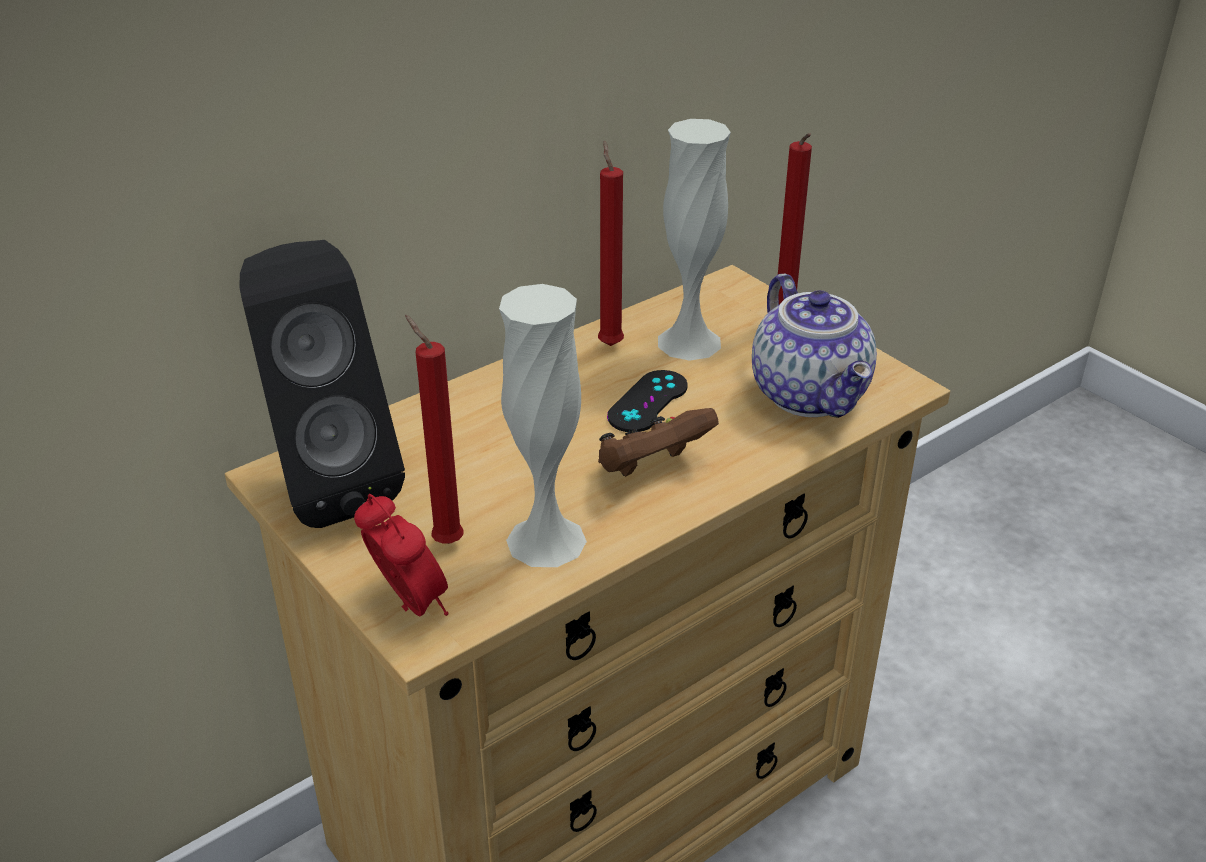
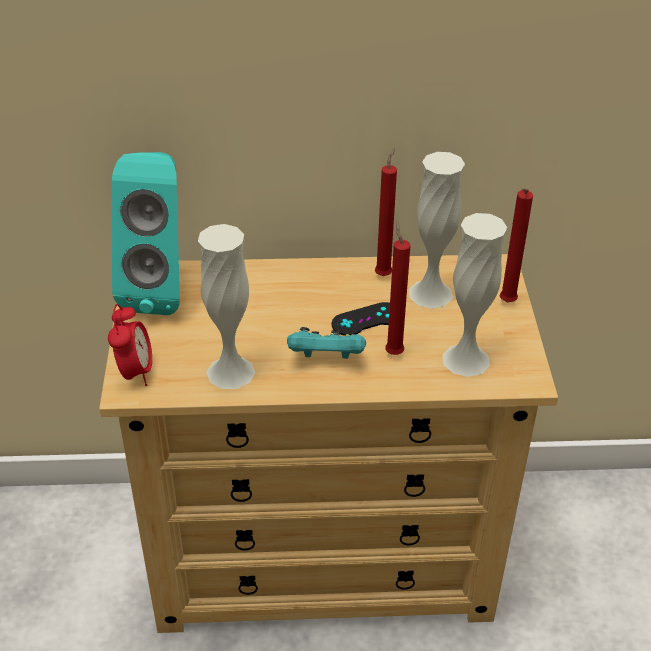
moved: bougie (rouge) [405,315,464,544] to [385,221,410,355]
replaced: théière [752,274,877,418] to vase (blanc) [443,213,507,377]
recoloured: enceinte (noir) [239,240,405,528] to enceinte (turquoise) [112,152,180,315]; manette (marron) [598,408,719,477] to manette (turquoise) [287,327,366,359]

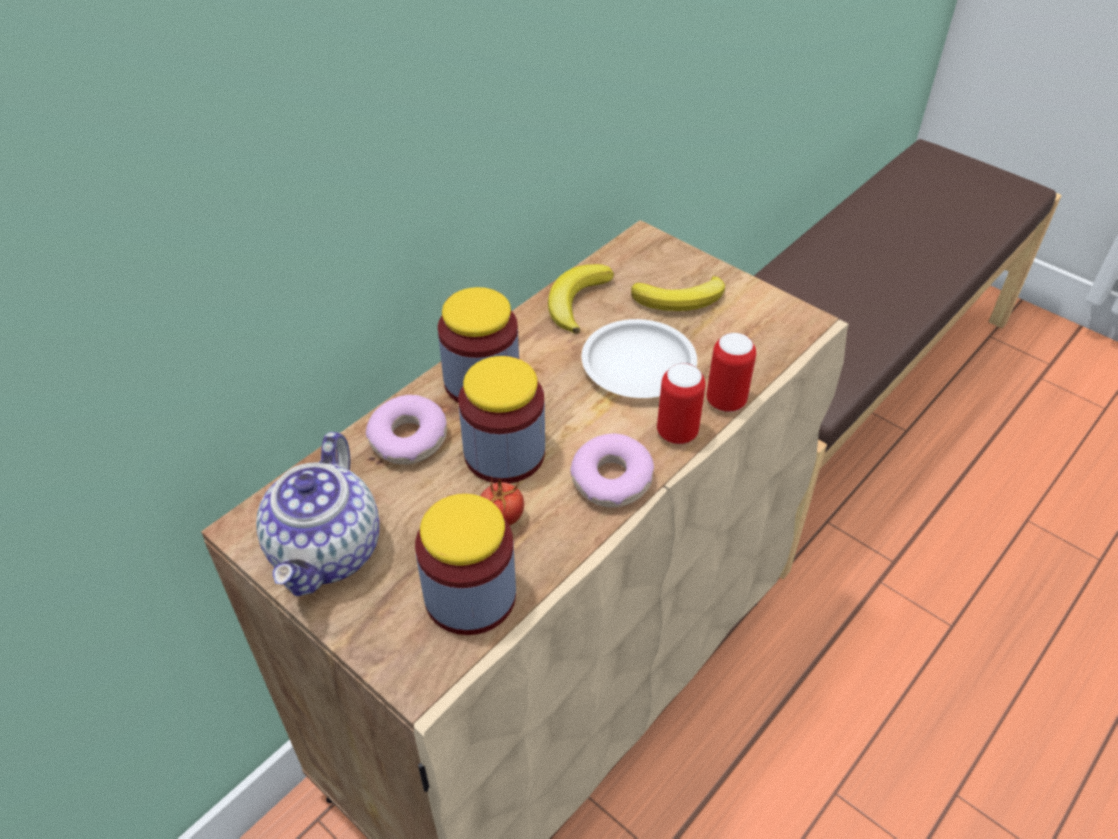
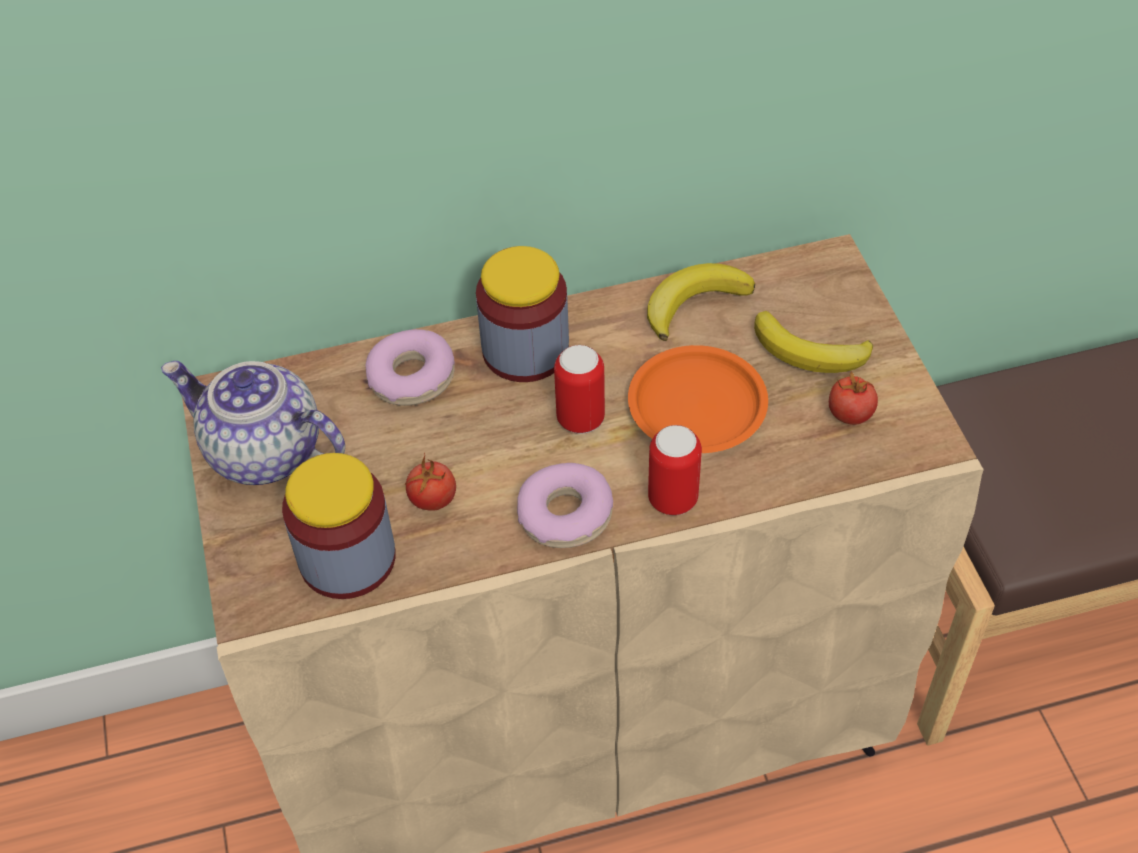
removed: bocal [458,356,545,484]
added: tomate [829,372,878,425]
moved: boîte métallique [706,333,756,412] to [554,345,605,434]
recoloured: assiette (blanc) [581,319,697,398] to assiette (orange) [628,345,768,453]
turned: théière [256,432,380,596] = [161,361,345,485] 75 degrees clockwise

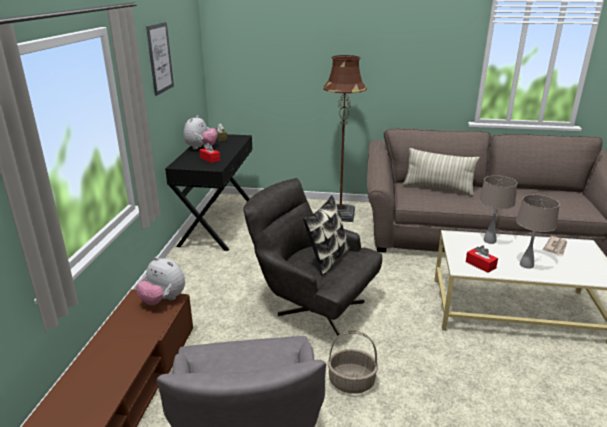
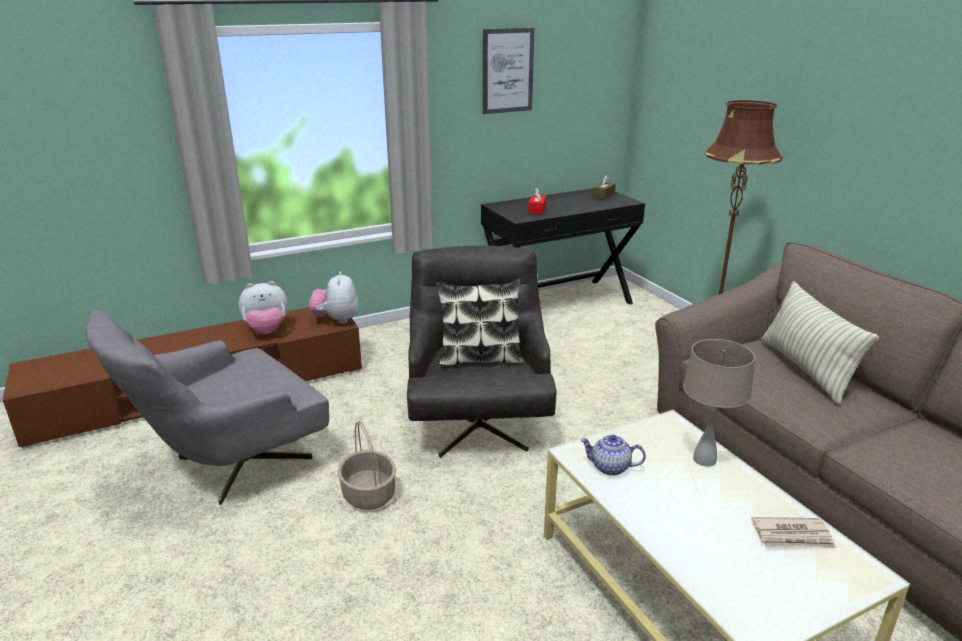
removed: lampe de table (beige) [516,194,560,269]
moved: peluche [184,115,217,149] to [239,281,288,334]
replaced: boîte à mouchoirs (rouge) [466,245,498,273] to théière [580,435,646,476]

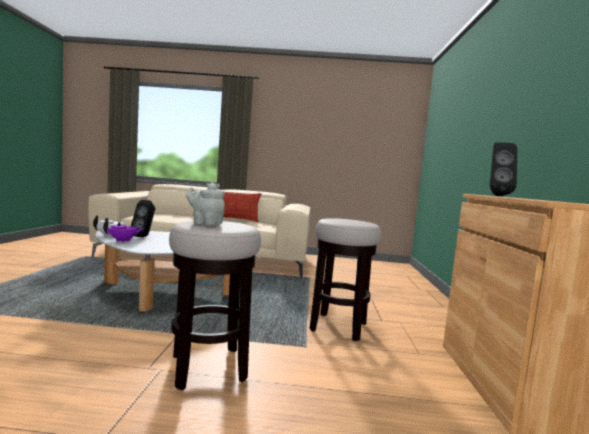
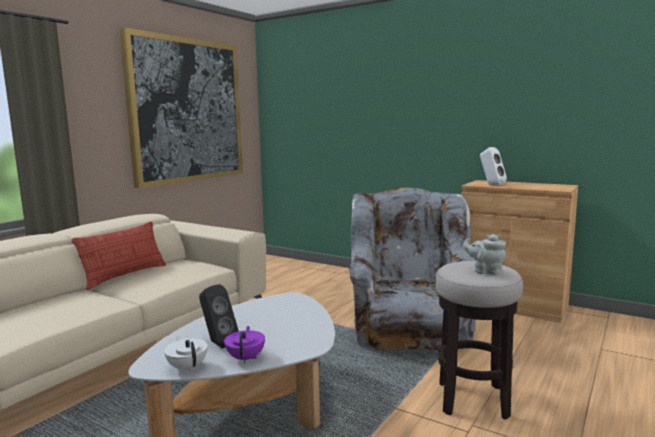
added: tableau [119,27,243,188]
replaced: tabouret [309,218,381,341] to fauteuil (gris) [349,188,476,358]
recoloured: enceinte (noir) [490,142,517,196] to enceinte (blanc) [480,147,507,185]
turned: théière (gris) [186,182,225,226] = [463,234,507,275] 60 degrees clockwise

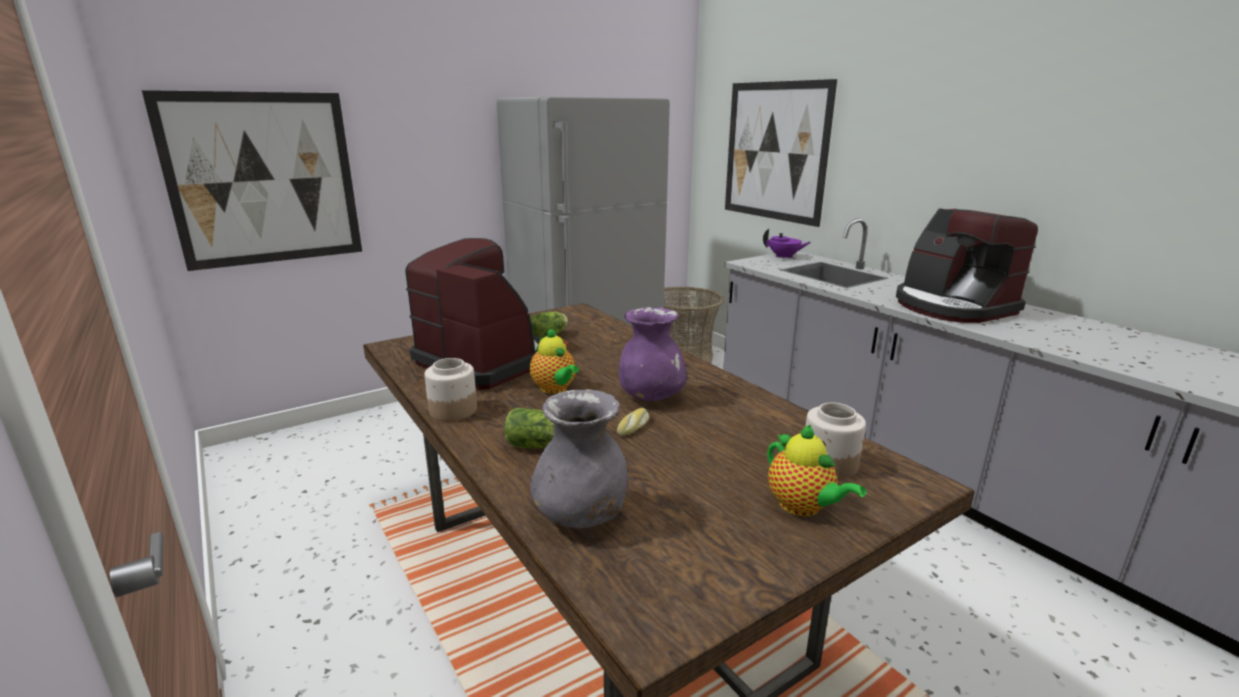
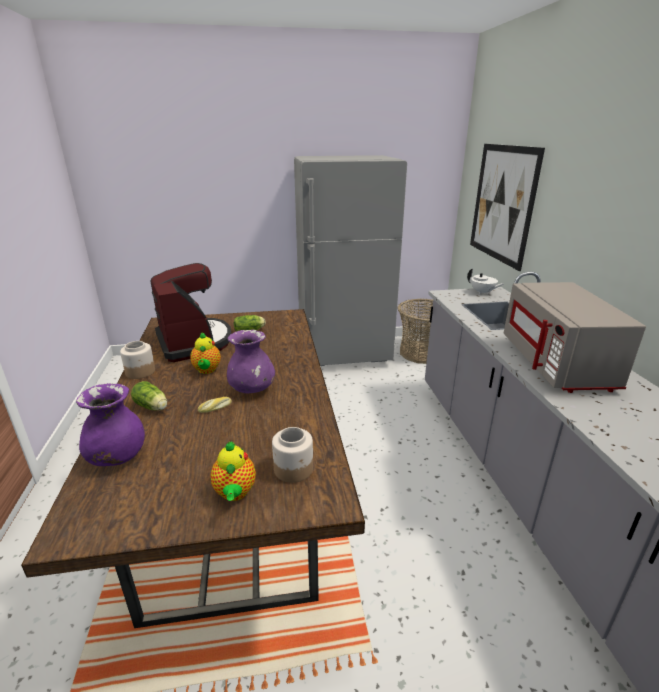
removed: tableau [142,90,362,271]
replaced: machine à café [896,209,1038,323] to micro-ondes (gris) [503,282,646,393]
recoloured: vase (gris) [530,389,627,528] to vase (violet) [76,383,145,466]; théière (violet) [763,229,811,259] to théière (blanc) [467,268,504,294]

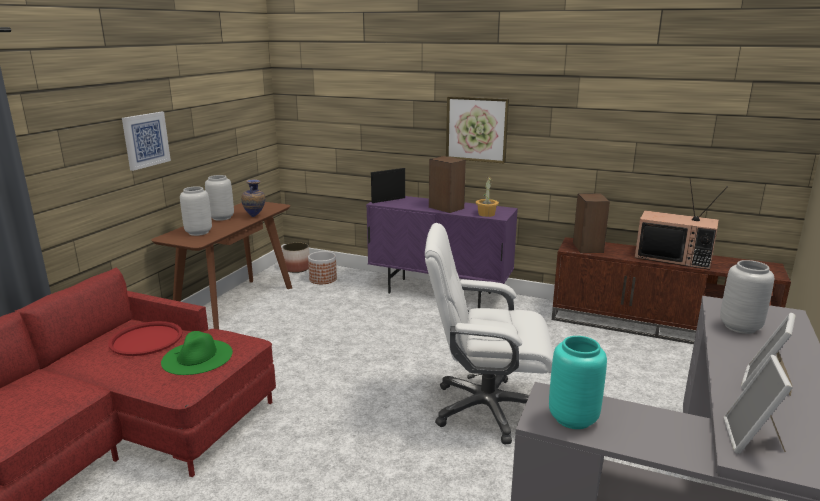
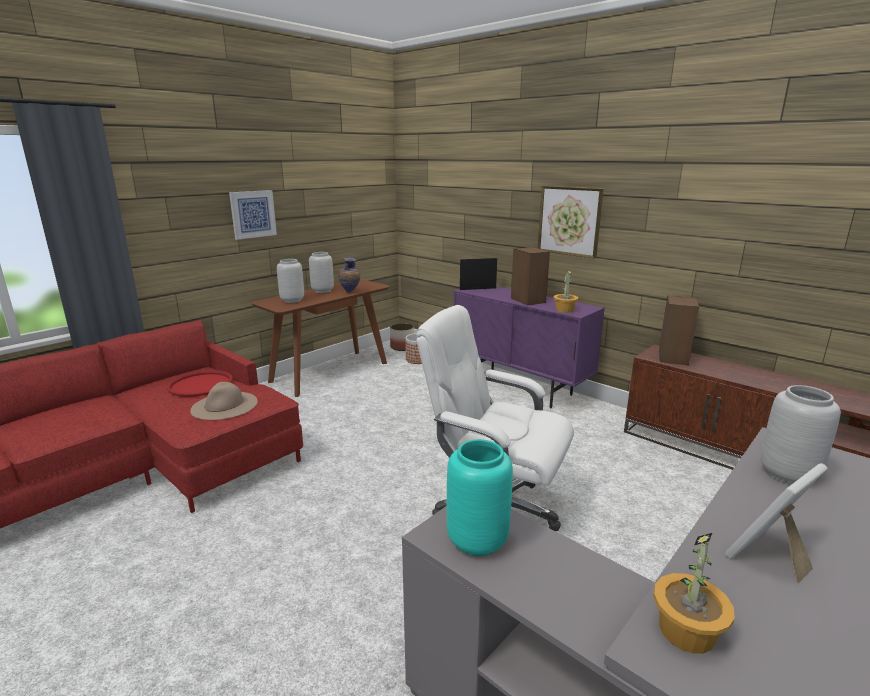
removed: téléviseur [635,178,727,270]
replaced: cadre photo [724,355,793,454] to plante en pot [654,533,735,654]
recoloured: chapeau (vert) [161,331,233,375] to chapeau (beige) [190,382,258,420]

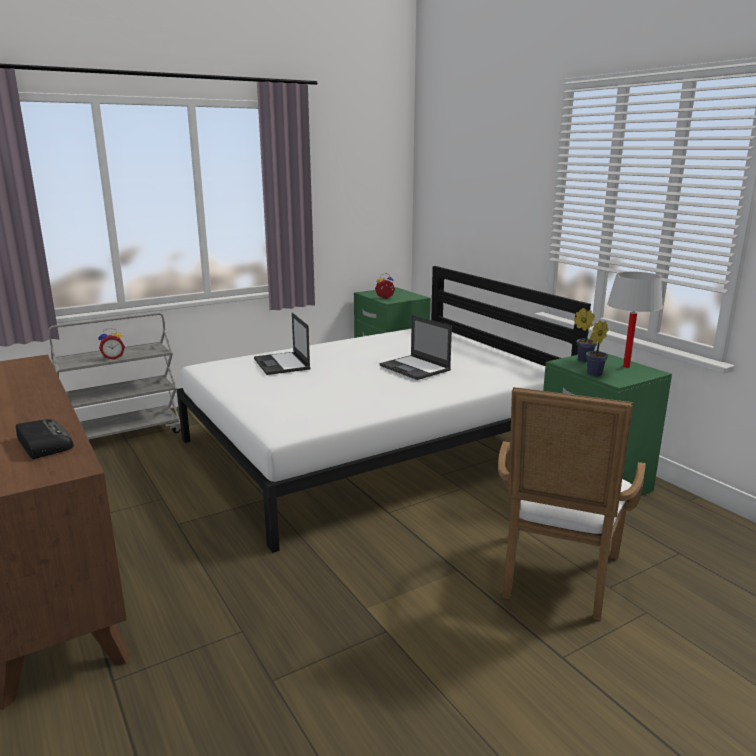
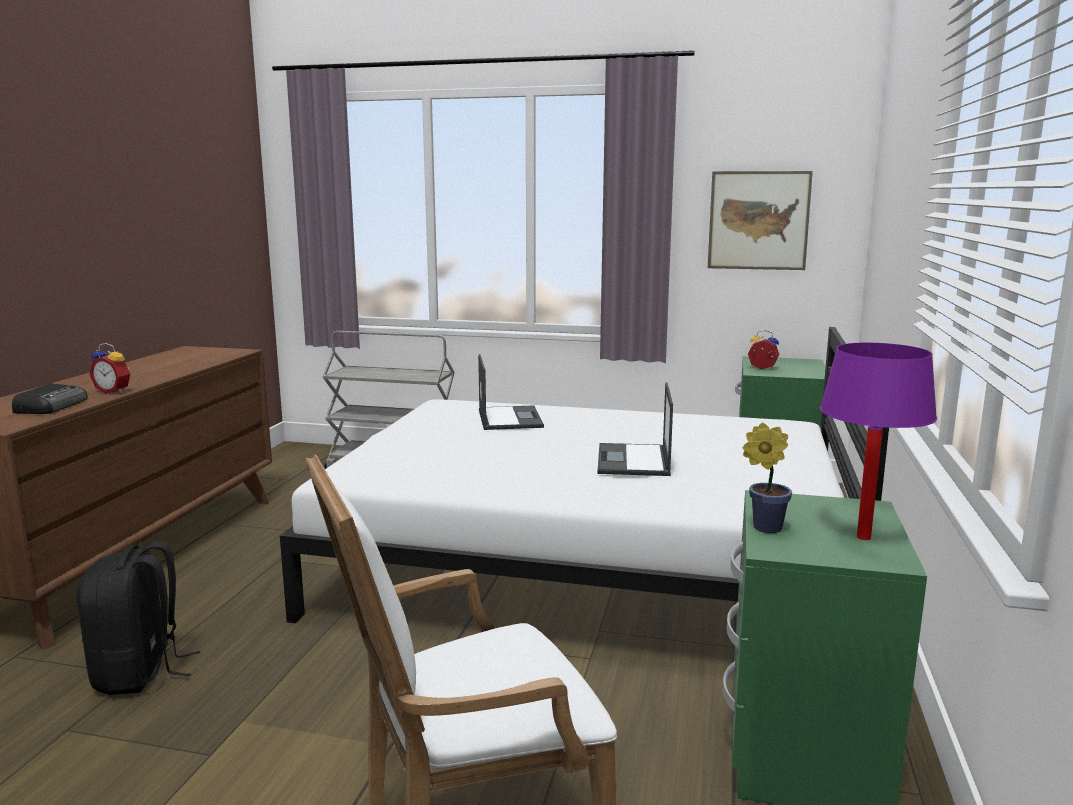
removed: plante en pot [574,308,597,362]
added: sac à dos (noir) [77,541,200,695]; tableau [708,171,813,270]
moved: réveil [99,328,125,360] to [90,343,130,394]
recoloured: lampe de table (blanc) [607,272,663,368] to lampe de table (violet) [820,343,937,540]
turned: ordinateur portable [254,313,311,375] = [478,354,544,430] 150 degrees clockwise

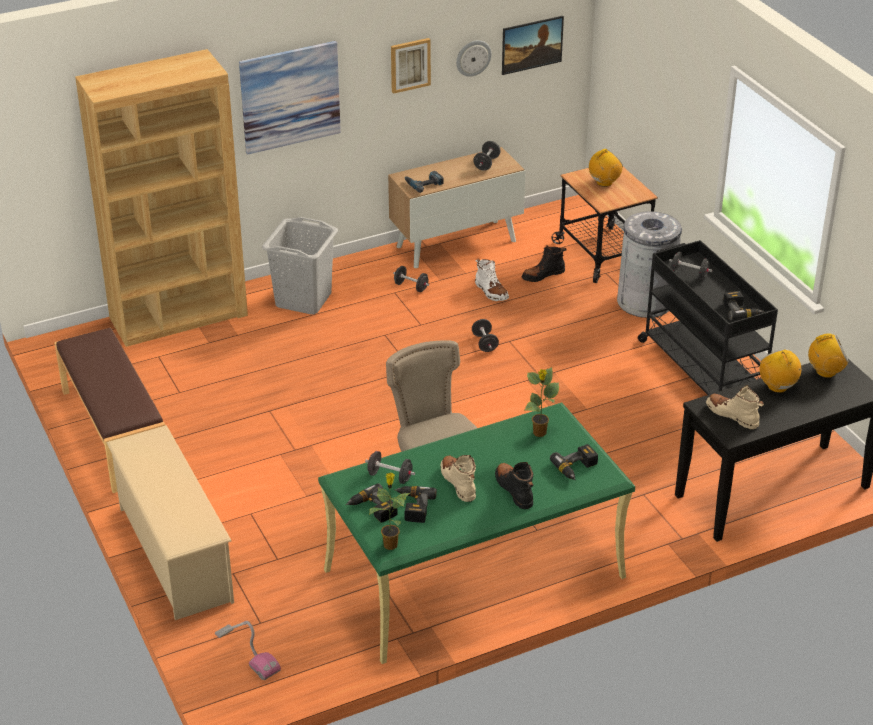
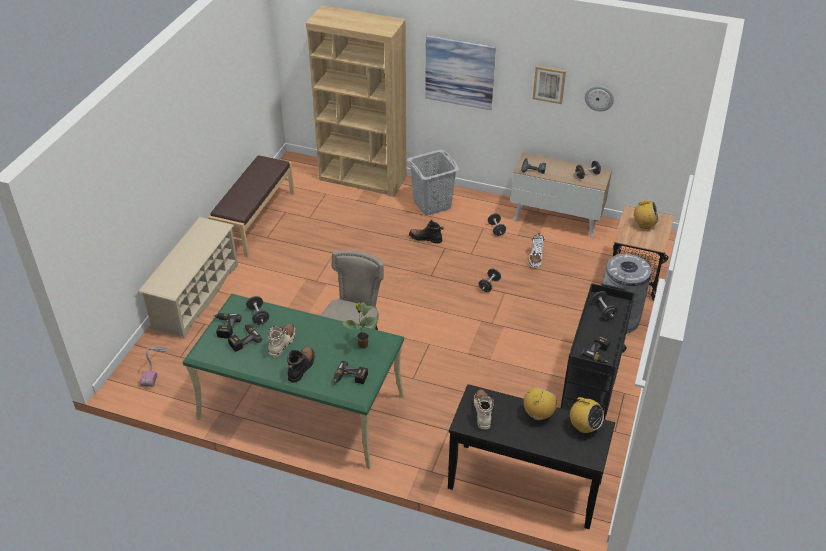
removed: plante en pot [369,473,410,550]; tableau [502,16,564,75]
moved: botte (noir) [522,245,567,282] to [409,220,444,244]

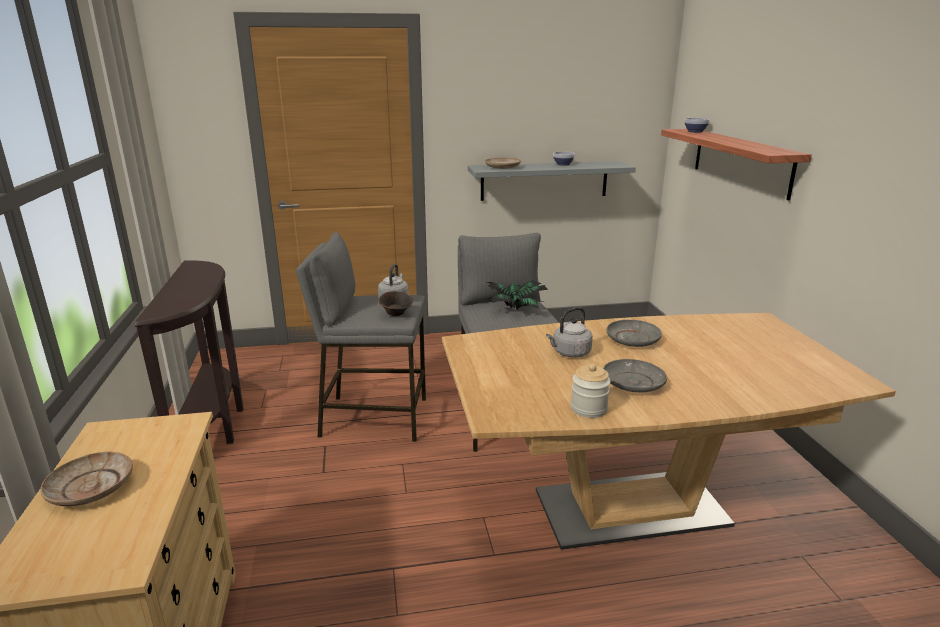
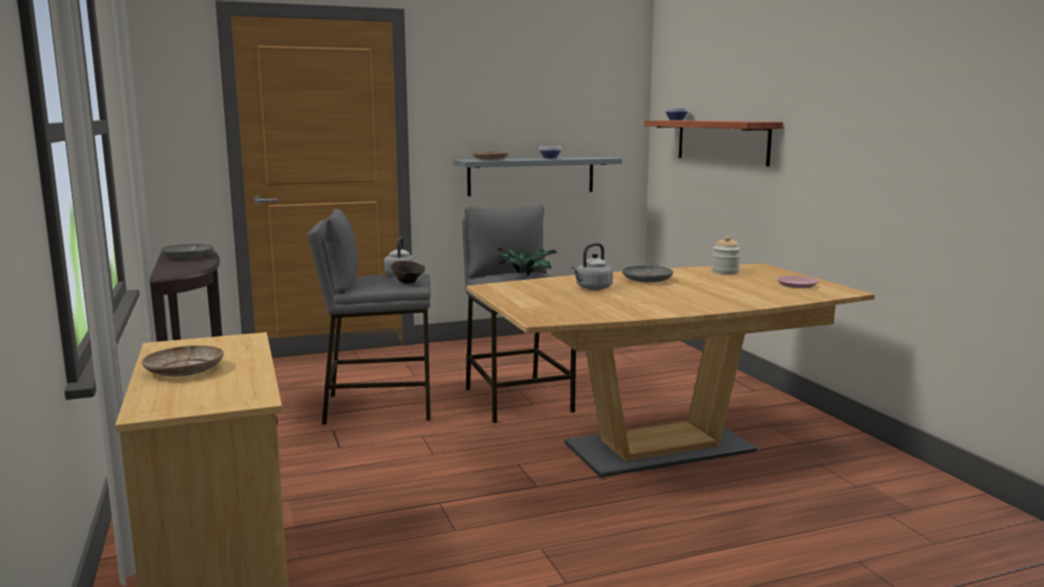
added: assiette (rose) [777,276,819,288]
moved: assiette (gris) [603,359,667,393] to [161,244,214,259]; bocal [571,364,611,418] to [712,236,741,274]

